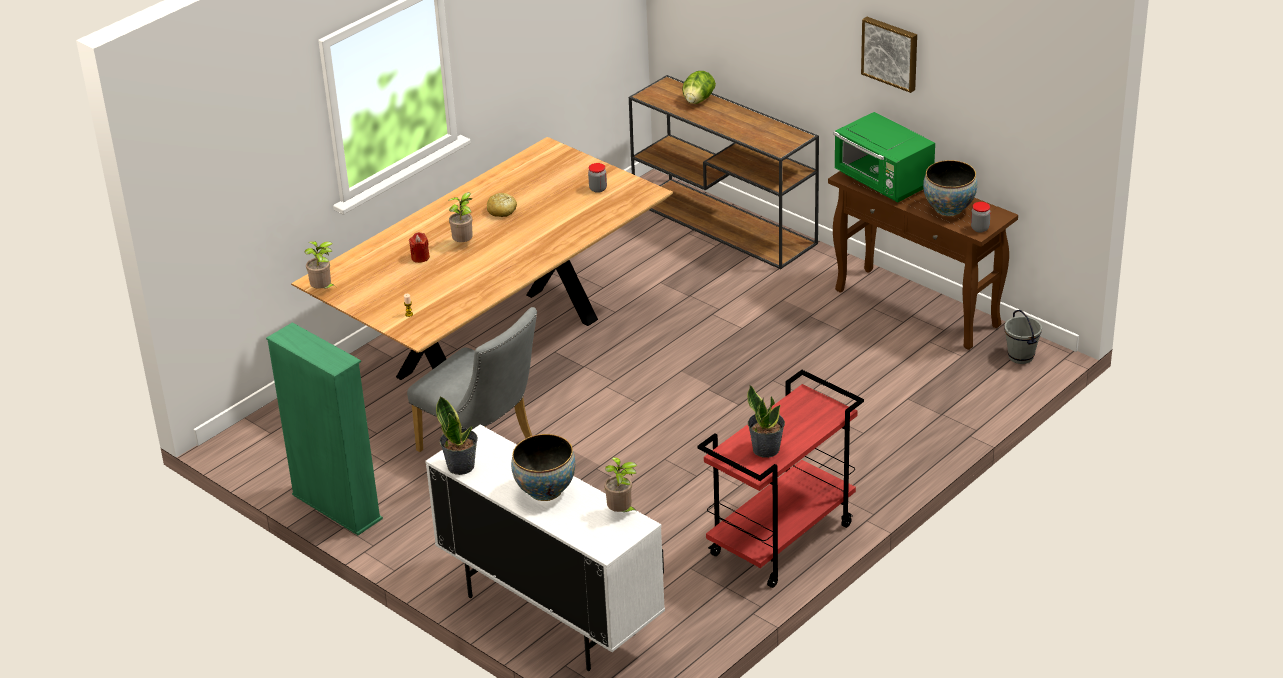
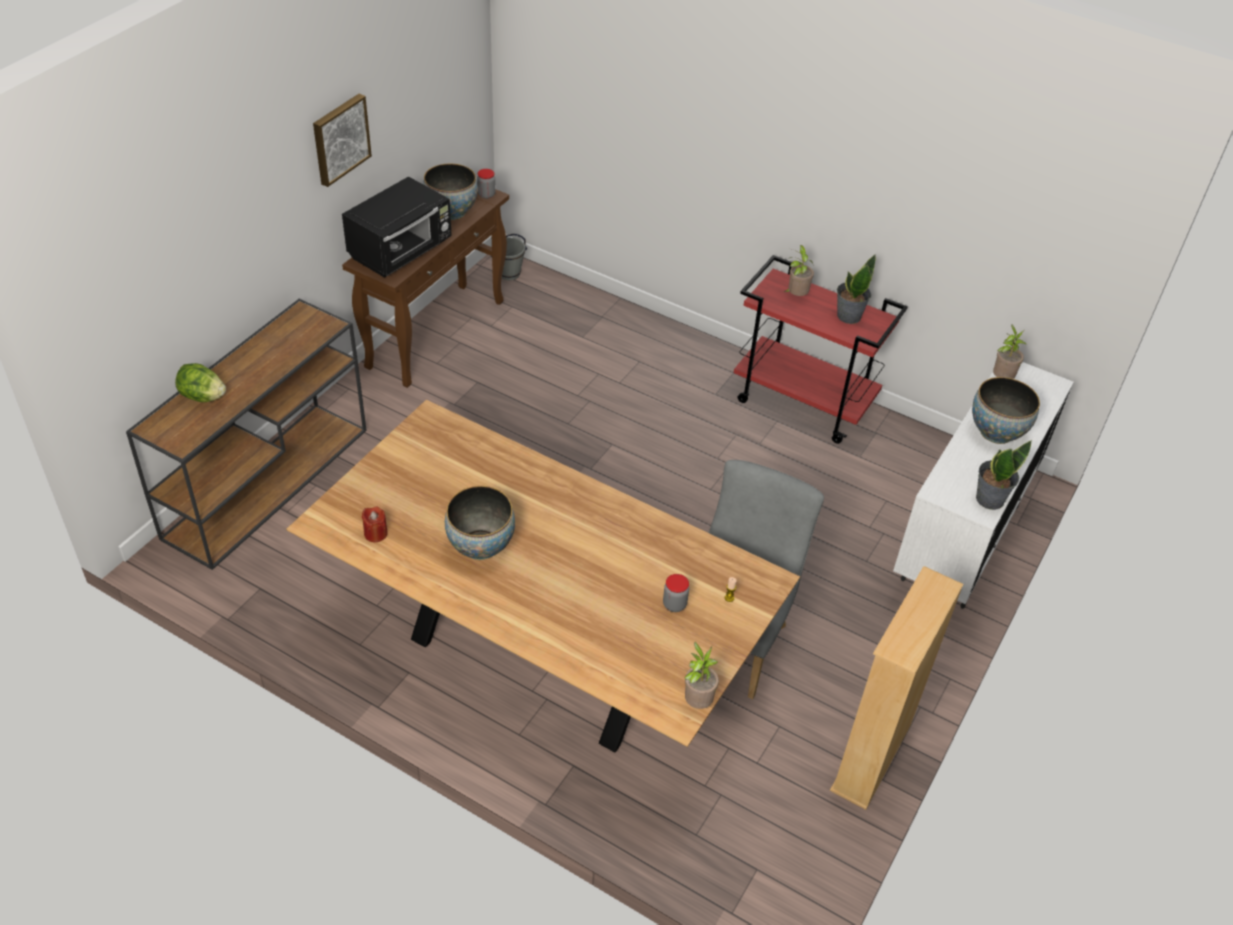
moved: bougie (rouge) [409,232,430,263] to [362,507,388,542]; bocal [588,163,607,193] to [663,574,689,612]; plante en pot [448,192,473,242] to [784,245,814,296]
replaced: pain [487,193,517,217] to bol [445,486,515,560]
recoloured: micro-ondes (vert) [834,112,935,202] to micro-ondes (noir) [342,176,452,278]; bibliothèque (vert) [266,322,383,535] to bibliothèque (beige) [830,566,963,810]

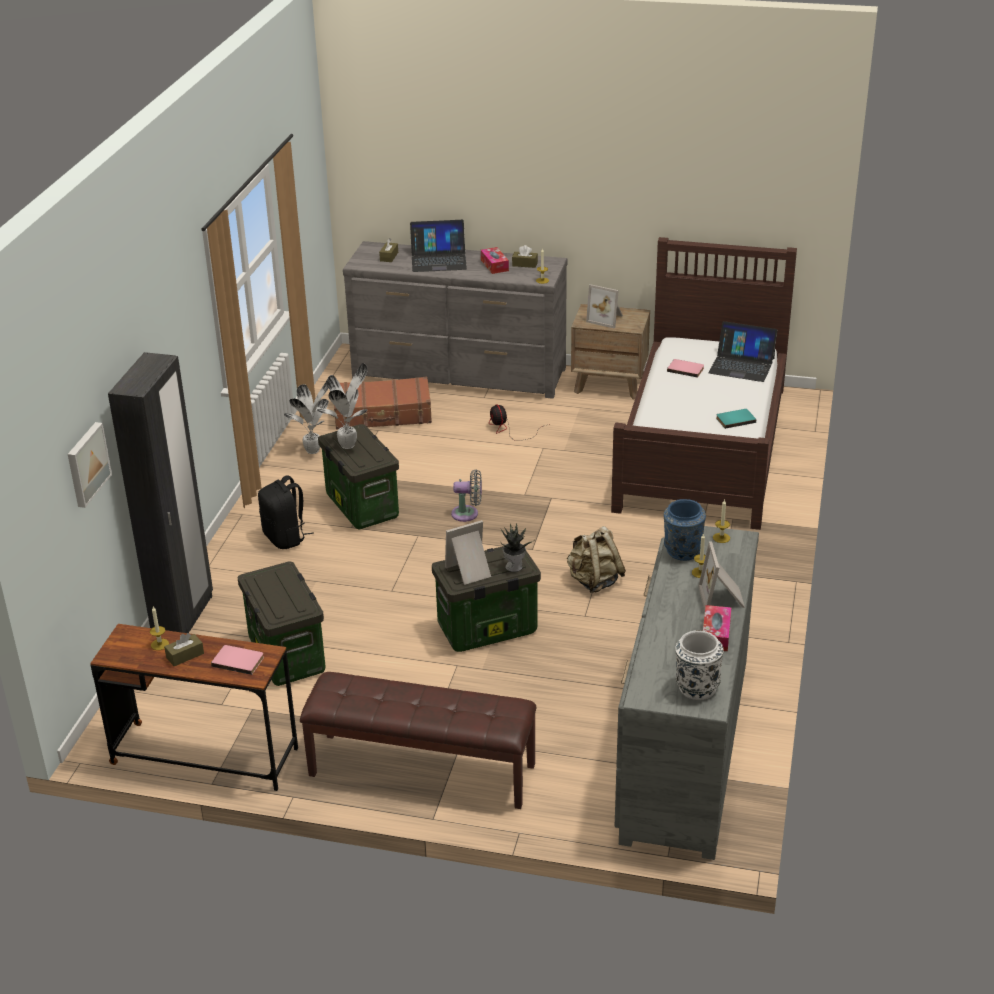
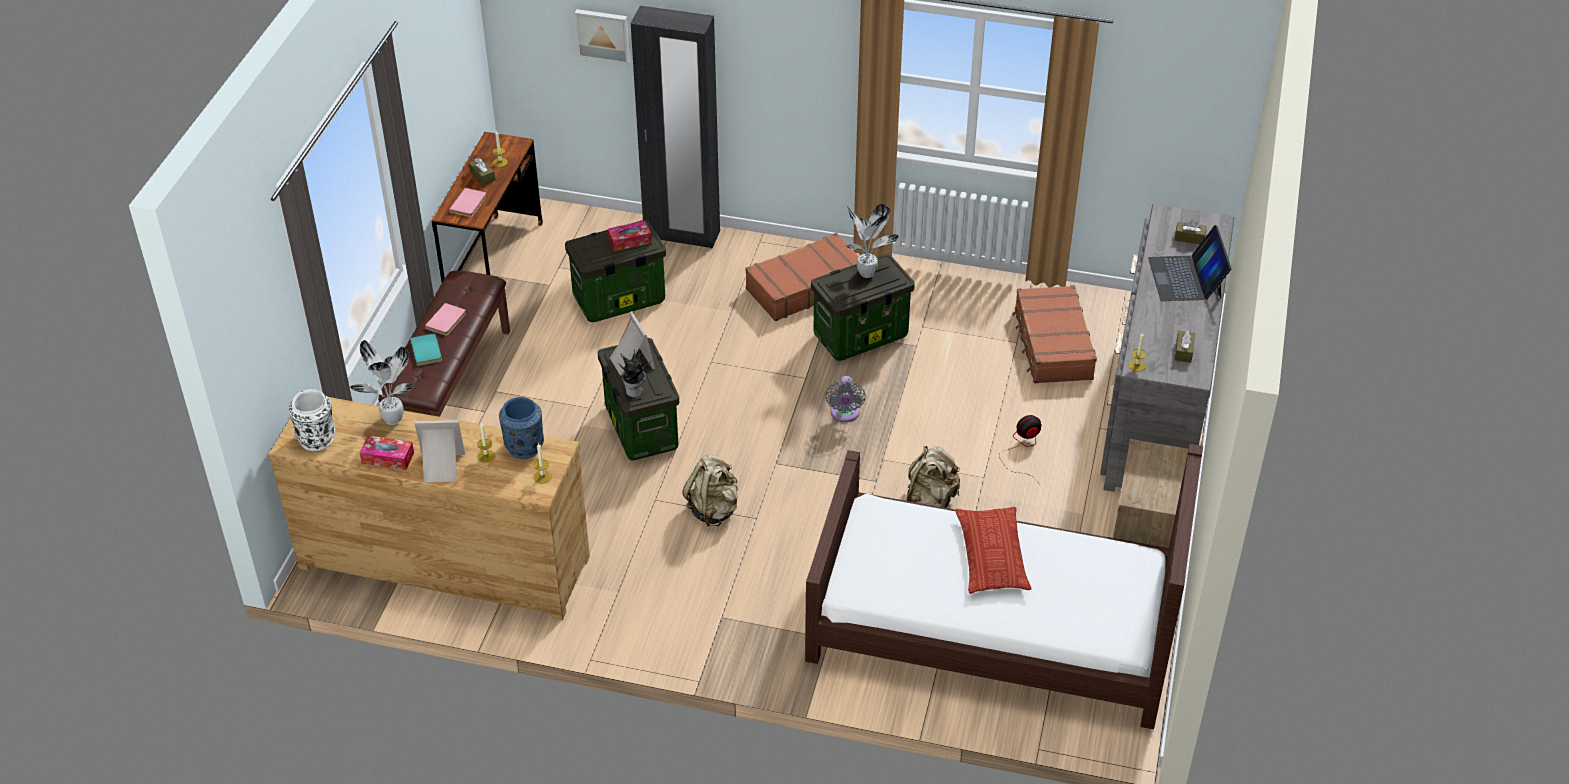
removed: cadre photo [586,284,623,328]; ordinateur portable [709,321,778,382]
added: sac à dos (beige) [907,446,960,508]; coussin [955,507,1031,594]
moved: plante en pot [284,381,329,454] to [350,340,414,425]; livre (turquoise) [716,409,756,429] to [410,333,442,366]; livre (rose) [667,359,704,378] to [425,303,466,336]; boîte à mouchoirs [481,247,509,274] to [608,221,652,251]
replaced: sac à dos (noir) [258,475,314,549] to valise (marron) [745,233,859,321]
recoloured: commode (gris) [615,526,759,860] to commode (marron) [268,397,590,620]

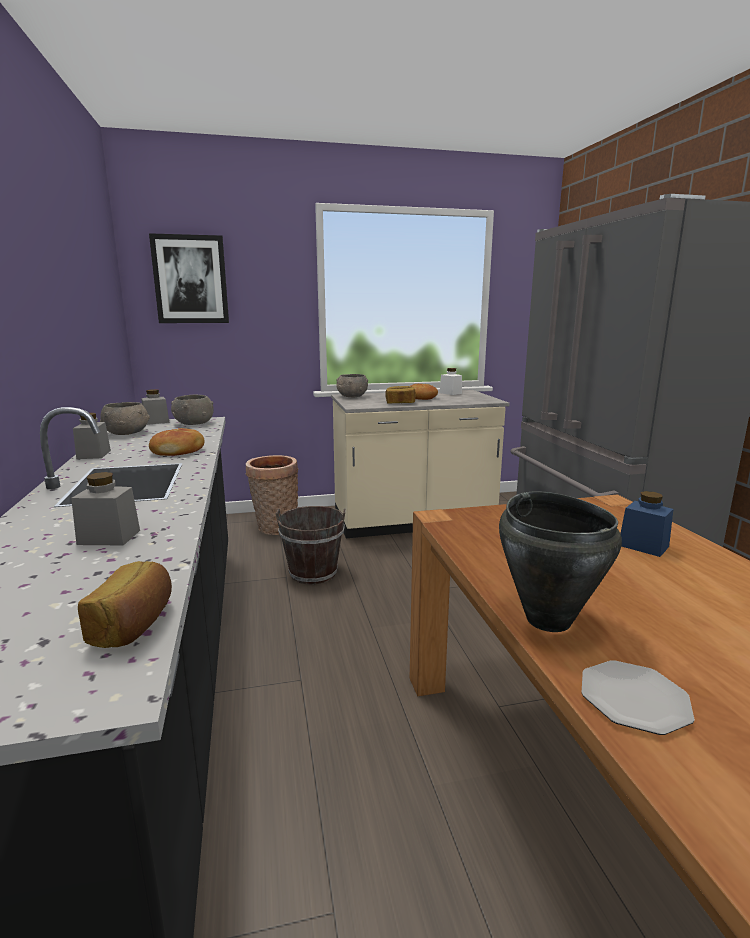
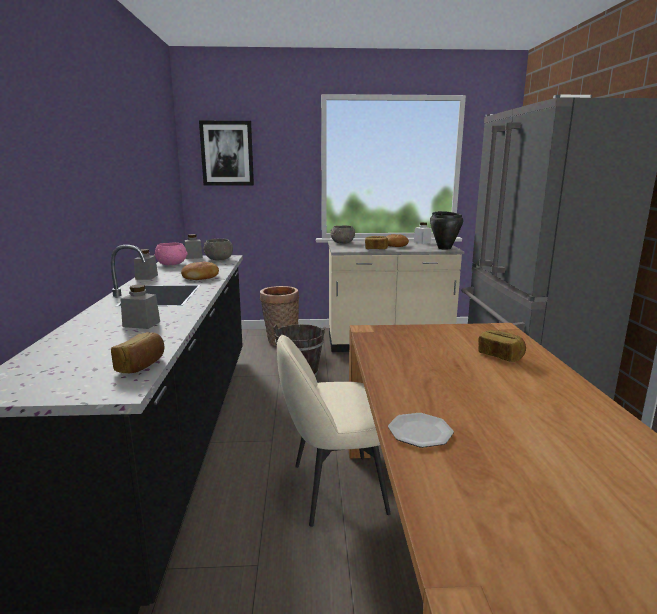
added: chaise (beige) [277,335,391,527]
moved: marmite (noir) [499,491,622,632] to [430,211,463,250]
replaced: bocal (bleu) [620,491,673,557] to pain [478,330,526,362]
recoloured: bol (gris) [100,402,150,435] to bol (rose) [155,243,187,265]

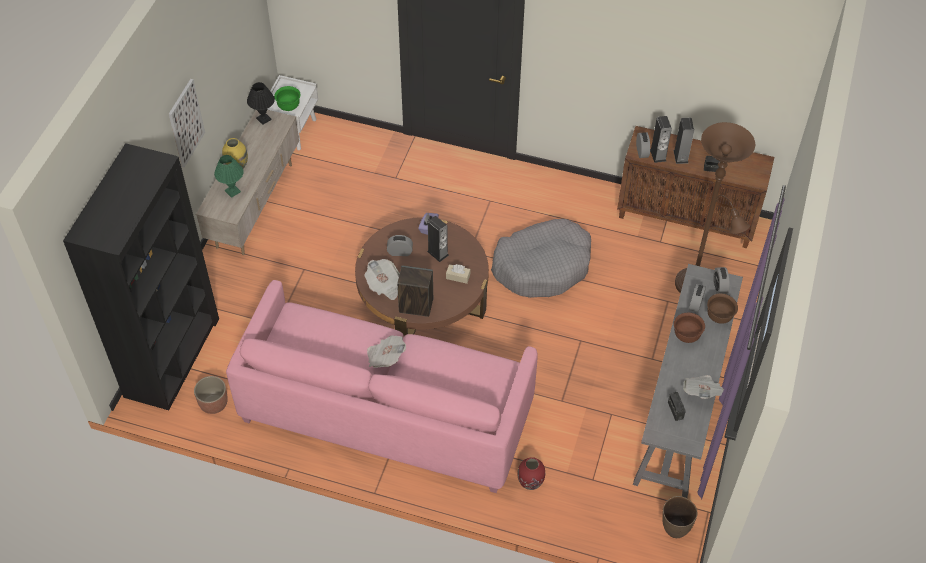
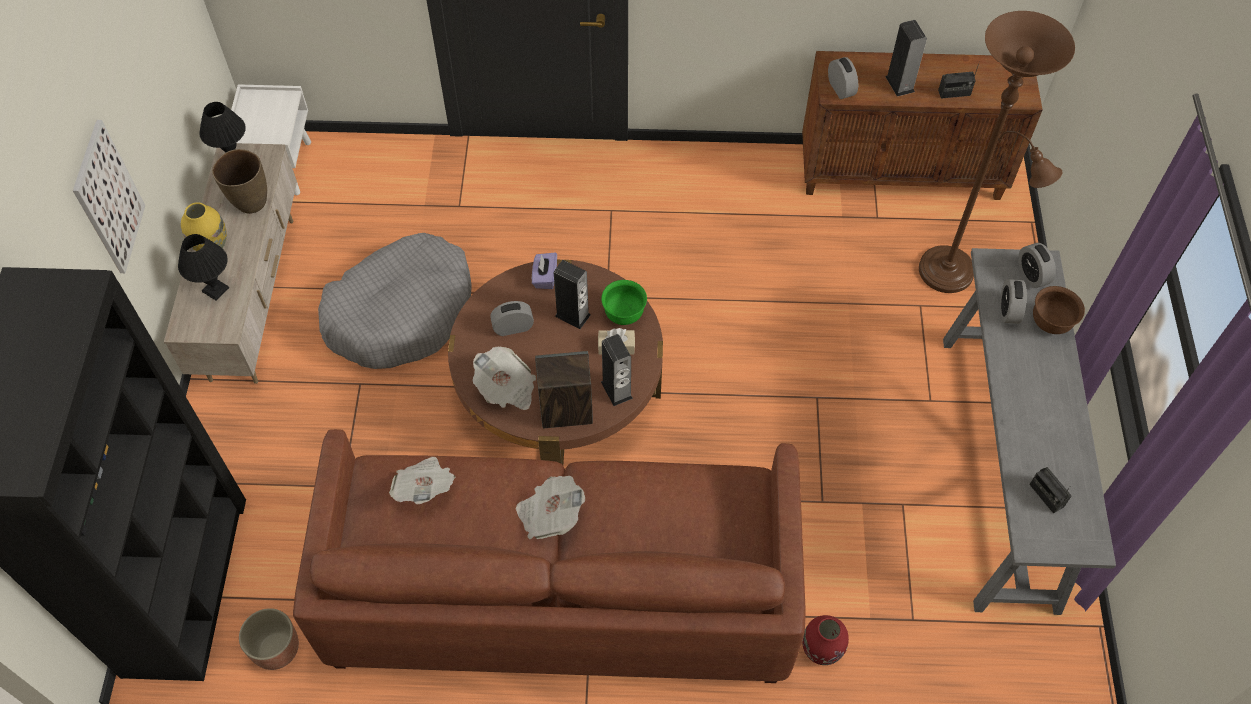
removed: bol (marron) [674,313,705,343]
moved: vase (marron) [662,496,697,538] to [212,149,267,214]; panier pour chien (gris) [491,219,591,298] to [318,233,472,369]; journal [683,375,724,399] to [389,457,456,504]; bol (vert) [274,86,301,111] to [601,280,647,325]; enceinte [650,116,672,163] to [601,334,633,406]
recoloured: lampe de table (vert) [214,155,244,198] to lampe de table (noir) [178,234,229,301]; canapé (rose) [226,280,538,493] to canapé (marron) [293,429,805,683]

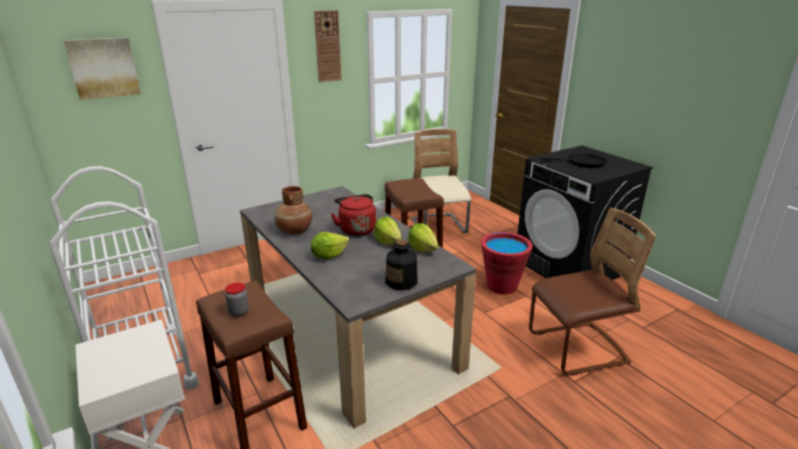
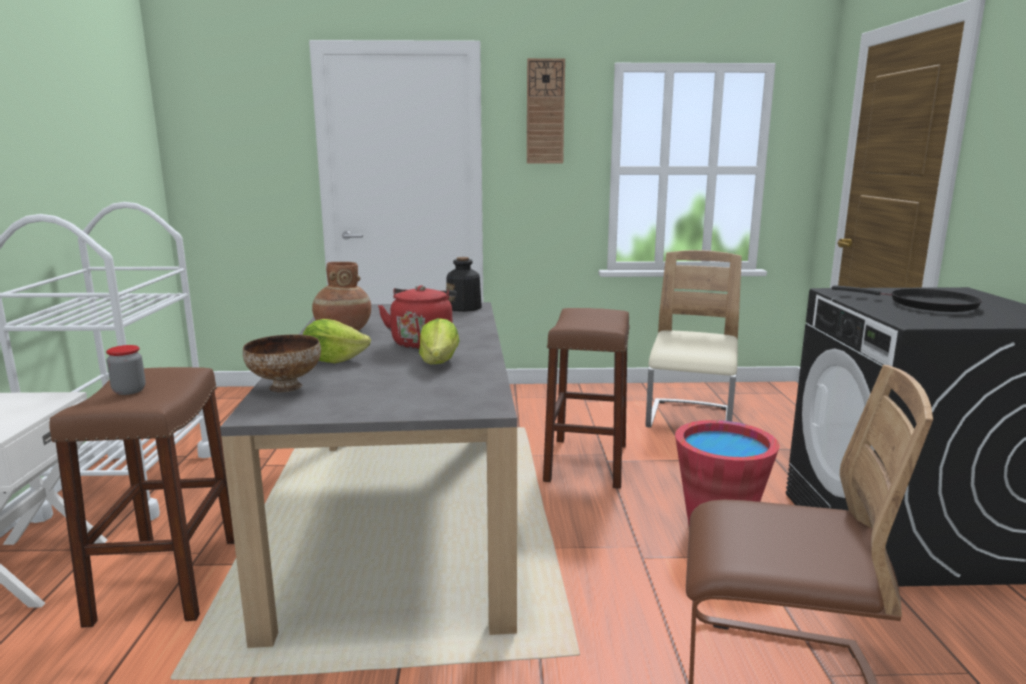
removed: tableau [64,37,141,100]; laitue [408,223,439,253]
added: bol [243,335,321,392]
moved: bouteille [385,239,418,290] to [446,257,482,312]

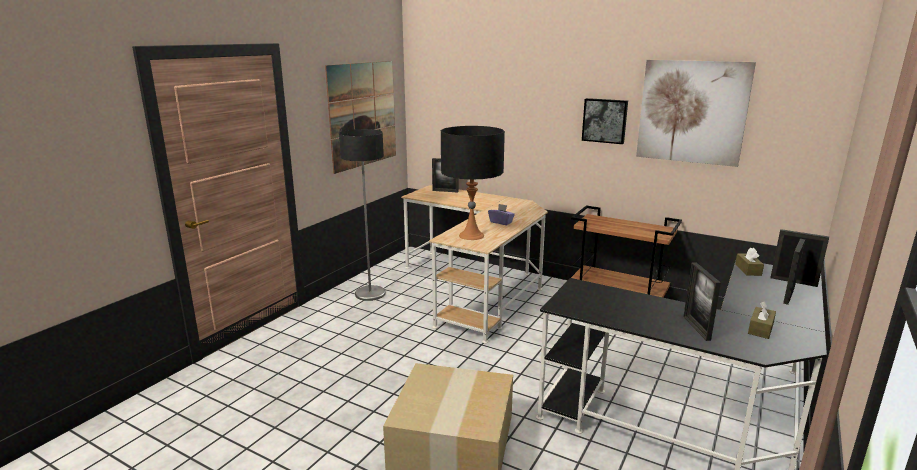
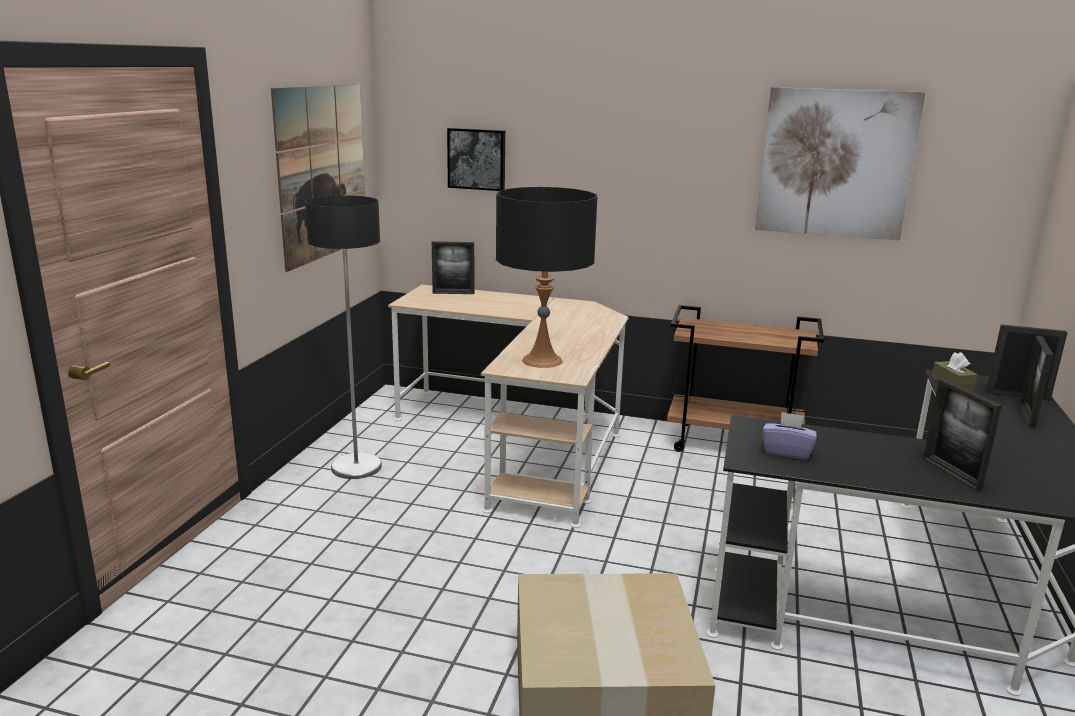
removed: boîte à mouchoirs (marron) [748,301,776,339]
moved: tableau [582,98,628,144] to [447,128,505,191]; boîte à mouchoirs (violet) [488,204,515,225] to [762,412,817,459]

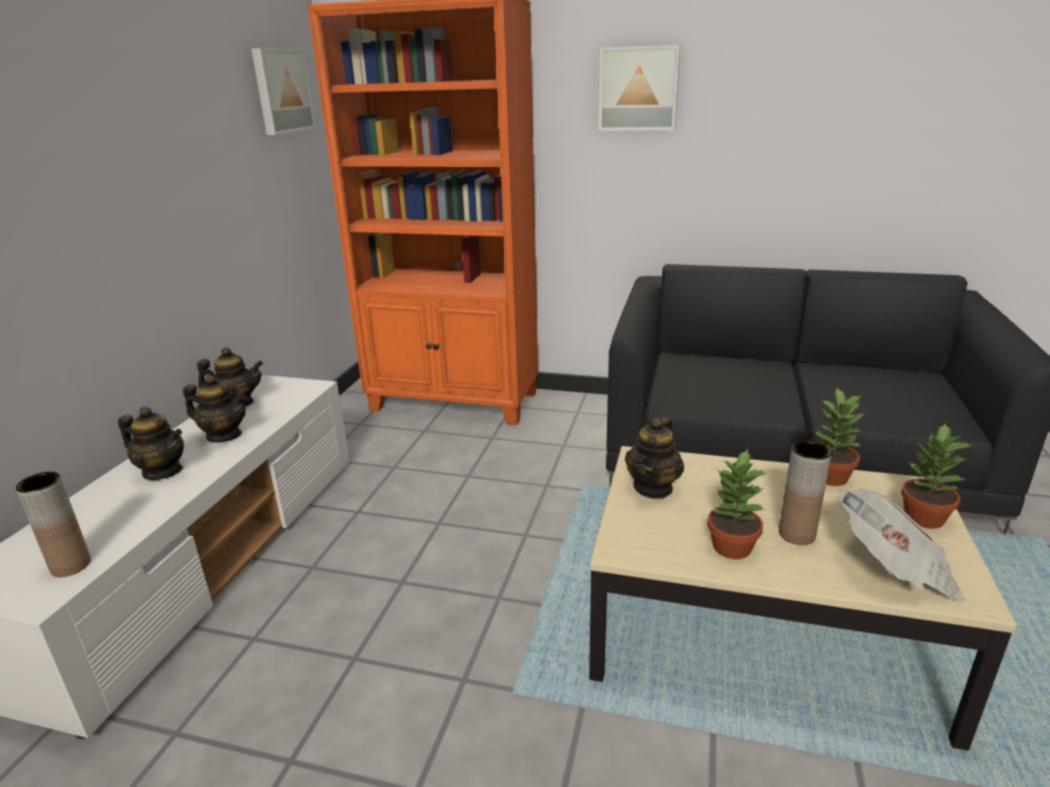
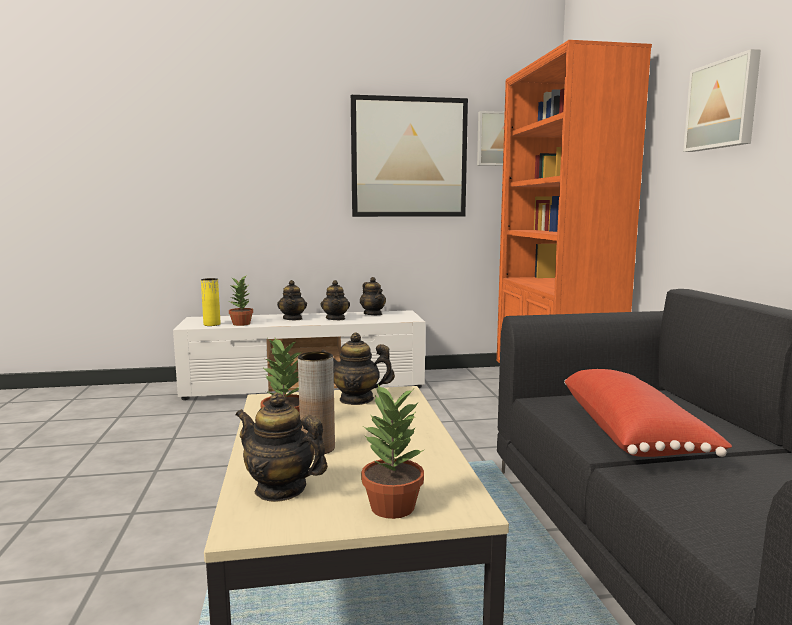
added: tableau [351,95,468,217]; coussin (rouge) [564,369,732,457]
moved: plante en pot [814,388,865,486] to [229,276,253,326]
replaced: journal [838,489,965,601] to théière [235,392,328,502]
recoloured: vase (marron) [16,472,91,577] to vase (jaune) [201,278,221,326]

